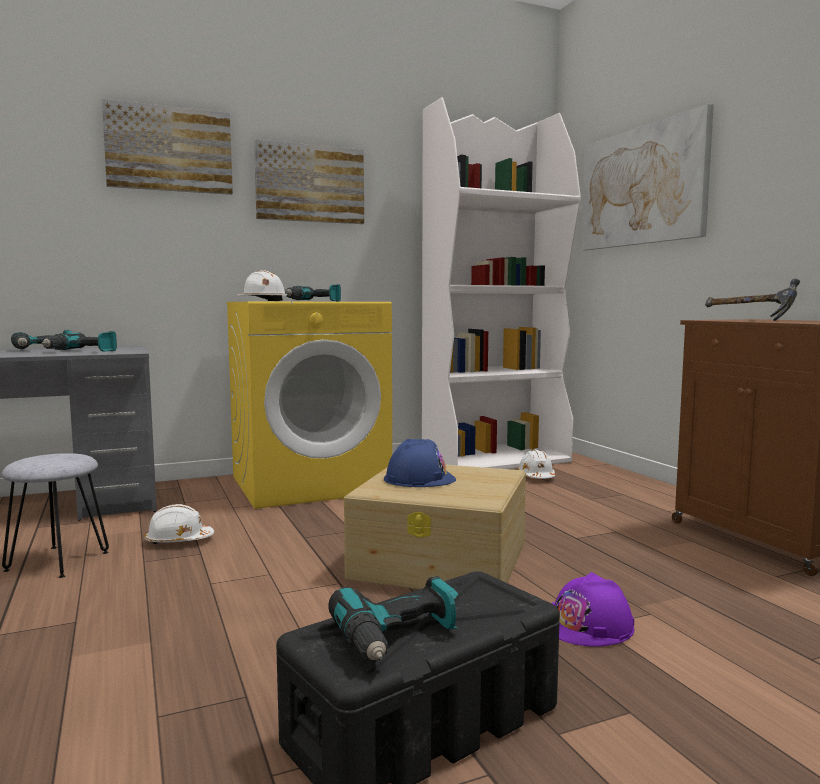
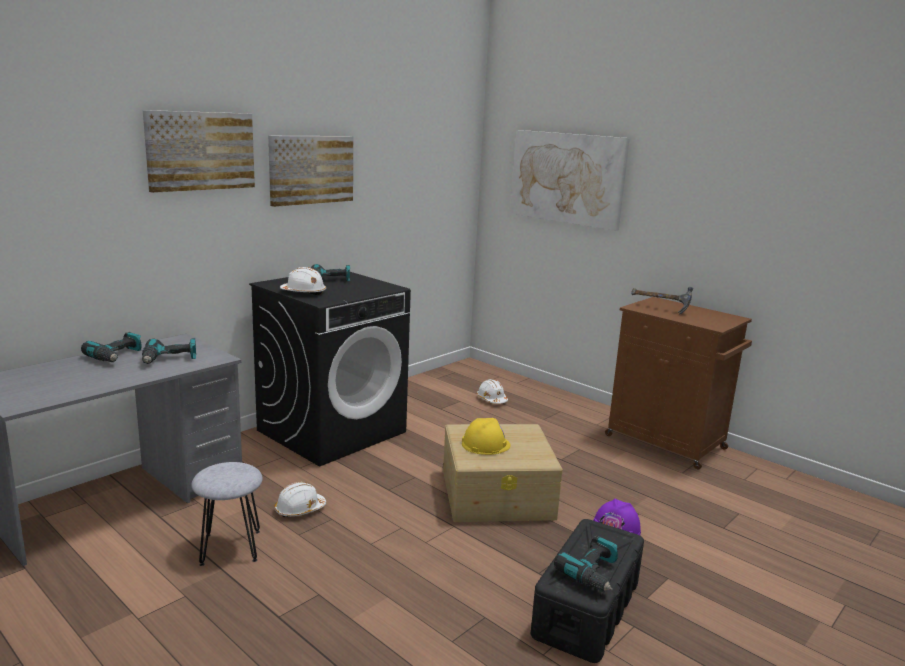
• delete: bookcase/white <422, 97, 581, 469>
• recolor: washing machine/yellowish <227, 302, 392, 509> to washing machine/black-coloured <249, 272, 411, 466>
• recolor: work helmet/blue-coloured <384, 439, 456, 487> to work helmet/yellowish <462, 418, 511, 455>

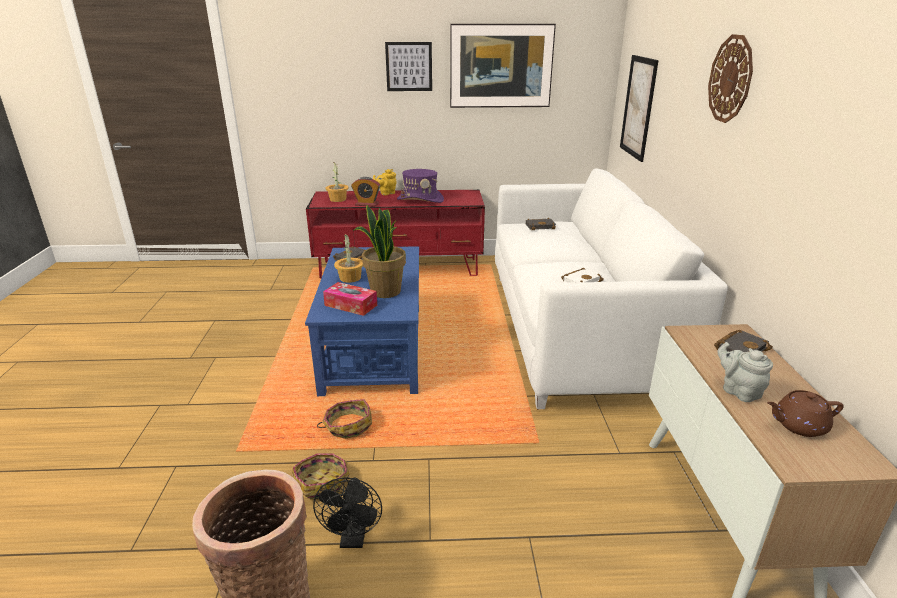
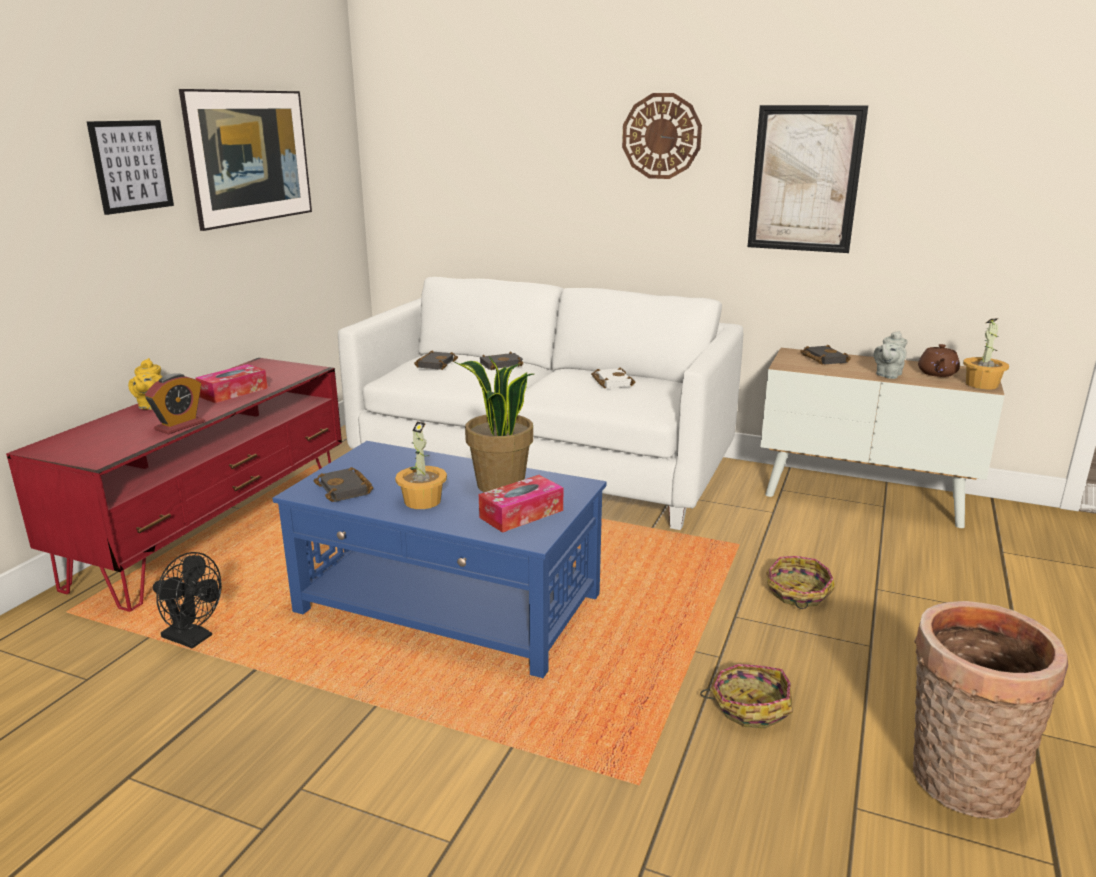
• move: wall picture <620, 55, 659, 162> to <748, 105, 868, 253>
• move: houseplant <326, 162, 349, 202> to <963, 318, 1009, 389>
• replace: wearable hat/purple <397, 169, 444, 203> to box of tissues <195, 364, 268, 403>
• rotate: pot for tea/greyish <717, 342, 773, 402> = <873, 331, 907, 379> 45 degrees counterclockwise
• move: household basket <317, 399, 372, 439> to <766, 556, 835, 609>
• move: fan/black-coloured <313, 477, 382, 548> to <153, 552, 222, 648>
• insert: book/black-coloured <480, 351, 523, 370>

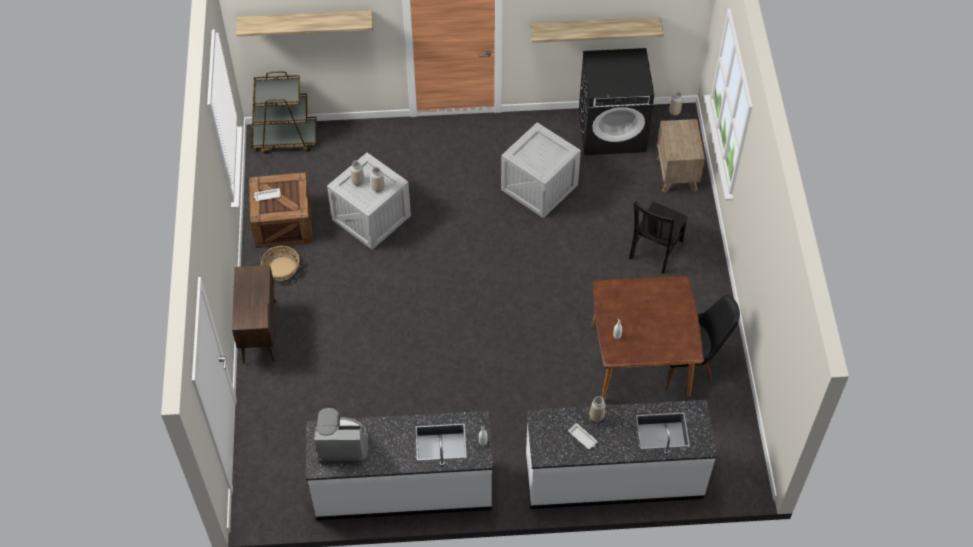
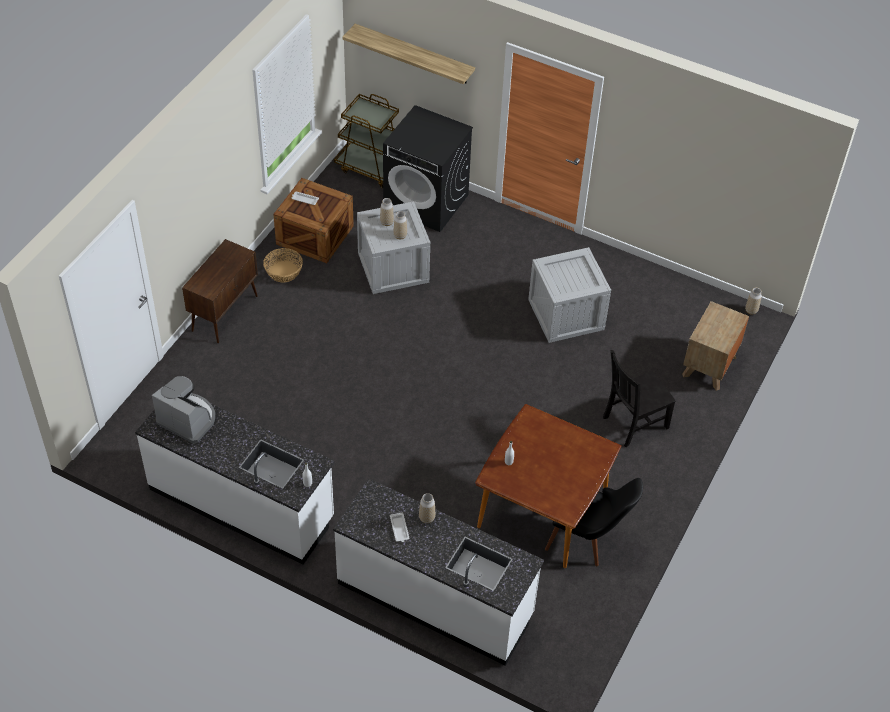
• delete: bracket shelf <530, 17, 664, 43>
• move: washing machine/black-coloured <579, 48, 654, 155> to <383, 105, 473, 232>

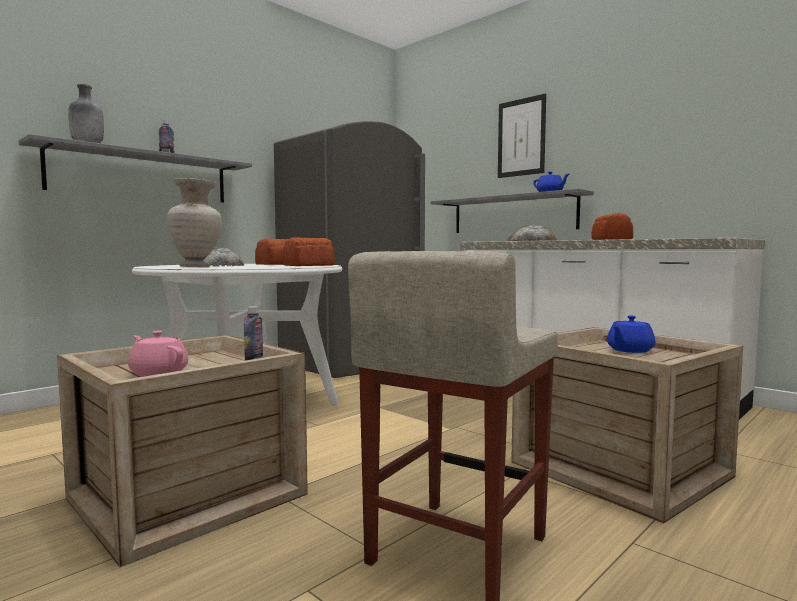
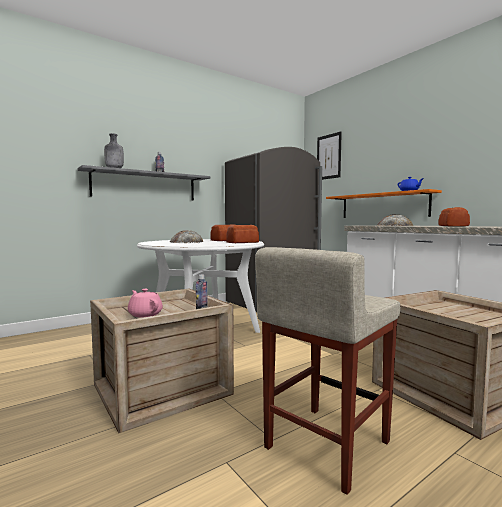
• move: wall picture <498, 93, 546, 178> to <317, 132, 342, 180>
• delete: vase/beige <167, 178, 222, 267>
• recolor: bracket shelf/greyish <430, 189, 594, 233> to bracket shelf/orange <326, 189, 442, 218>
• delete: pot for tea/blue-coloured <607, 316, 655, 353>

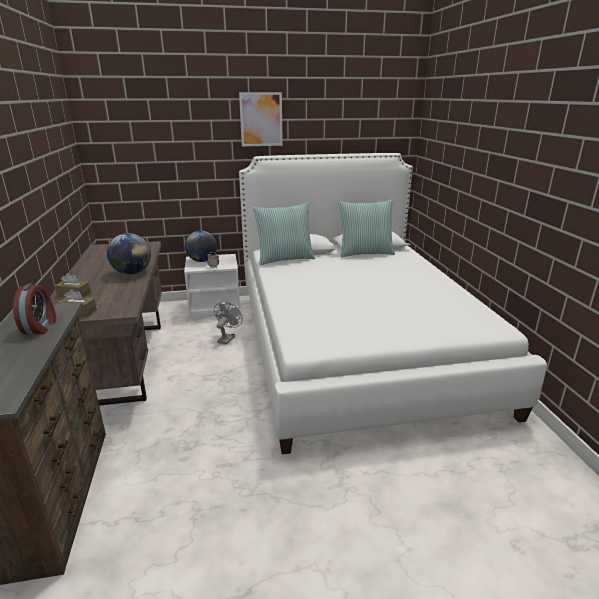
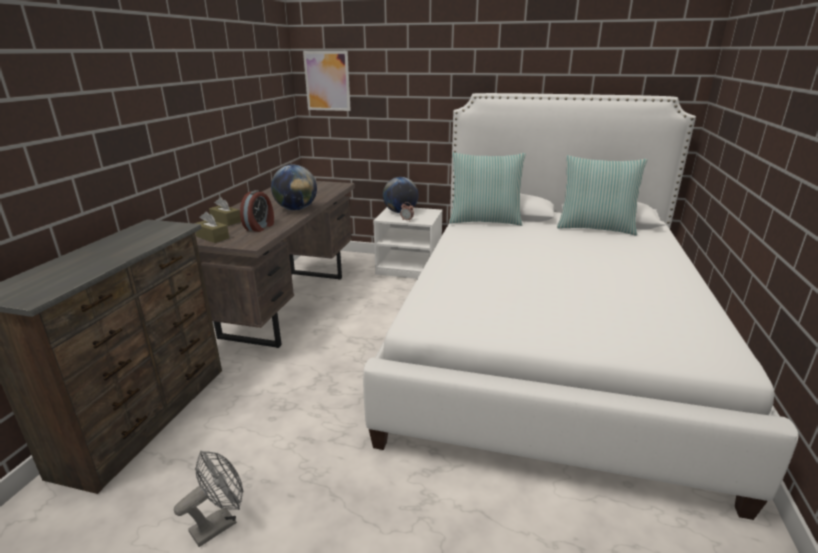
• move: wall picture <239, 92, 283, 146> to <303, 51, 351, 111>
• move: table clock <13, 283, 57, 335> to <240, 190, 274, 232>
• move: fan/greyish <214, 302, 243, 345> to <174, 451, 243, 547>

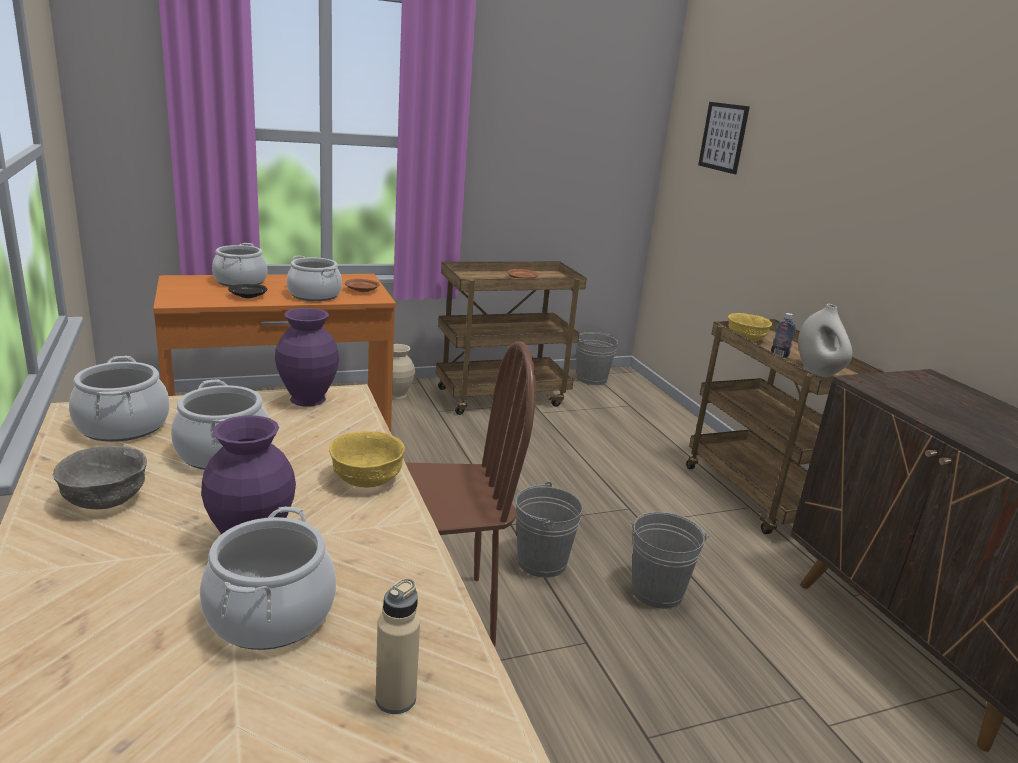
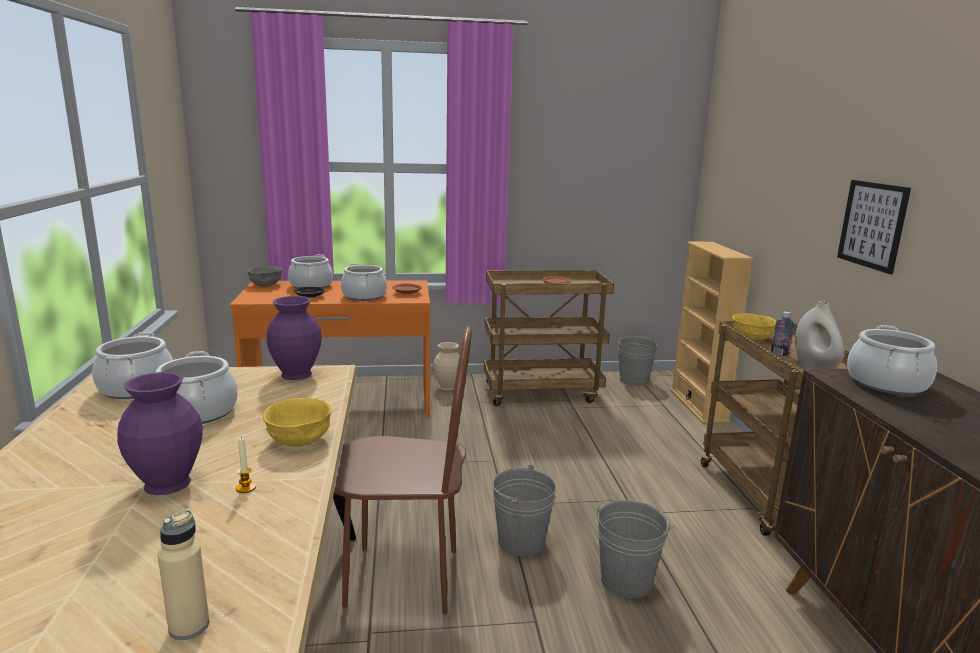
• move: wall picture <698, 102, 750, 174> to <837, 180, 911, 274>
• move: bowl/greyish <53, 446, 147, 509> to <247, 266, 282, 286>
• move: saucepot <200, 507, 336, 650> to <847, 325, 937, 395>
• insert: bookcase/beige <670, 242, 753, 424>
• insert: wax candle <236, 437, 256, 493>

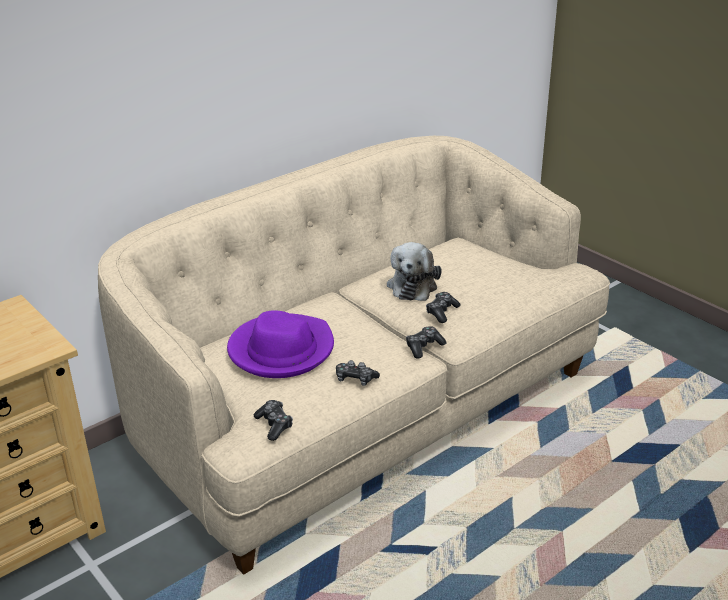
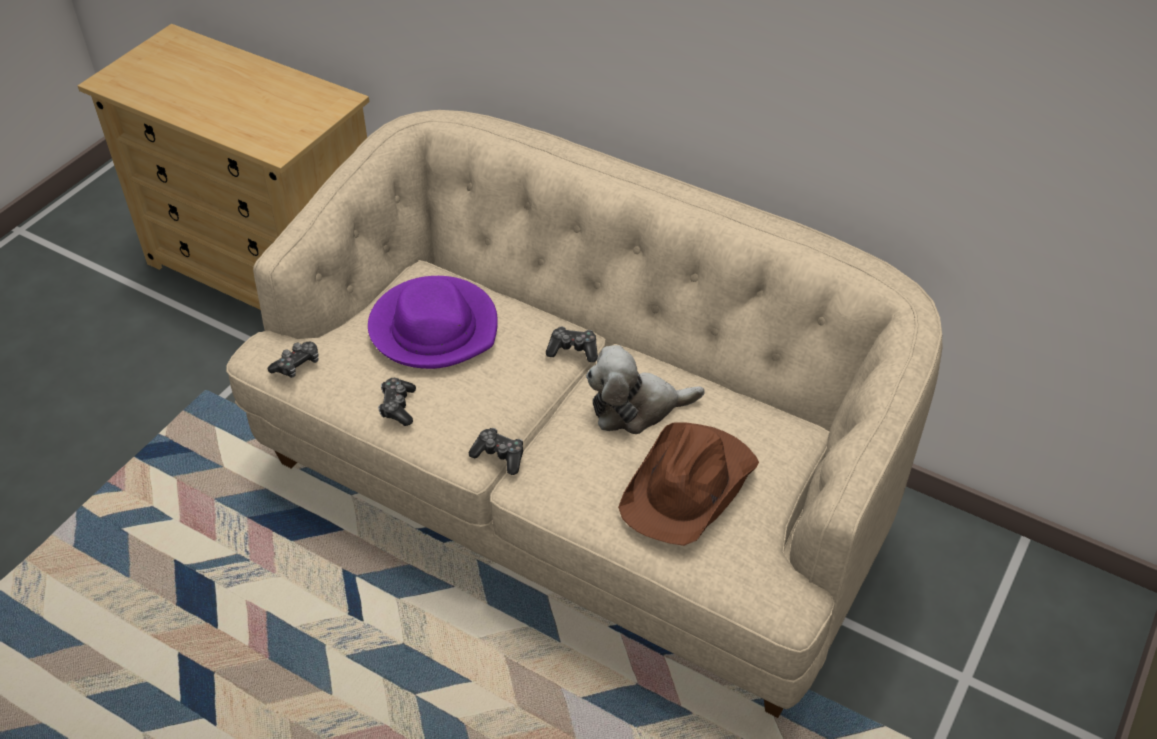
• move: gamepad <426, 292, 461, 323> to <546, 327, 598, 362>
• insert: wearable hat/brownish <618, 422, 759, 546>

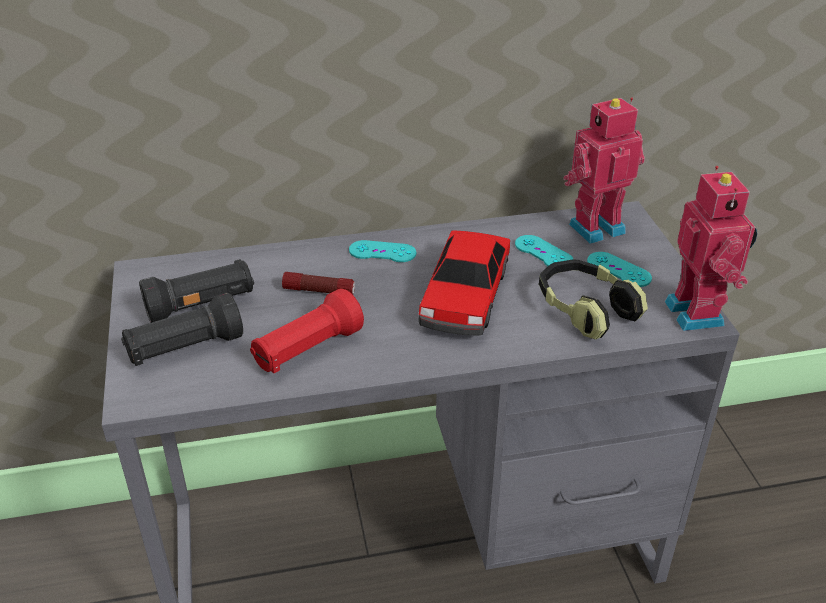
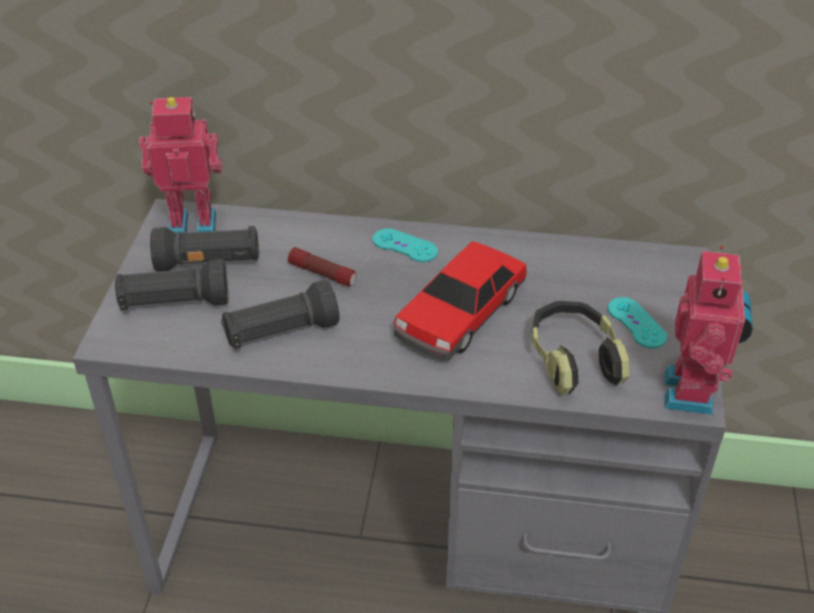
• move: robot figure <563, 97, 645, 244> to <139, 97, 222, 234>
• delete: gamepad/turquoise <515, 235, 573, 266>
• recolor: flashlight/red <250, 289, 364, 373> to flashlight/black-coloured <221, 280, 339, 349>

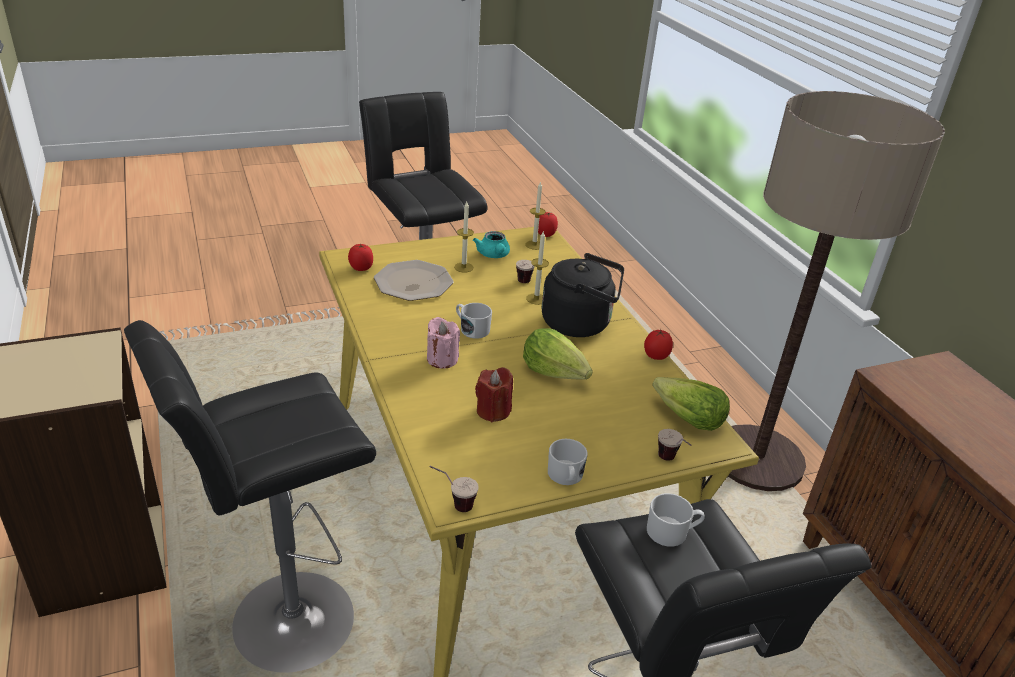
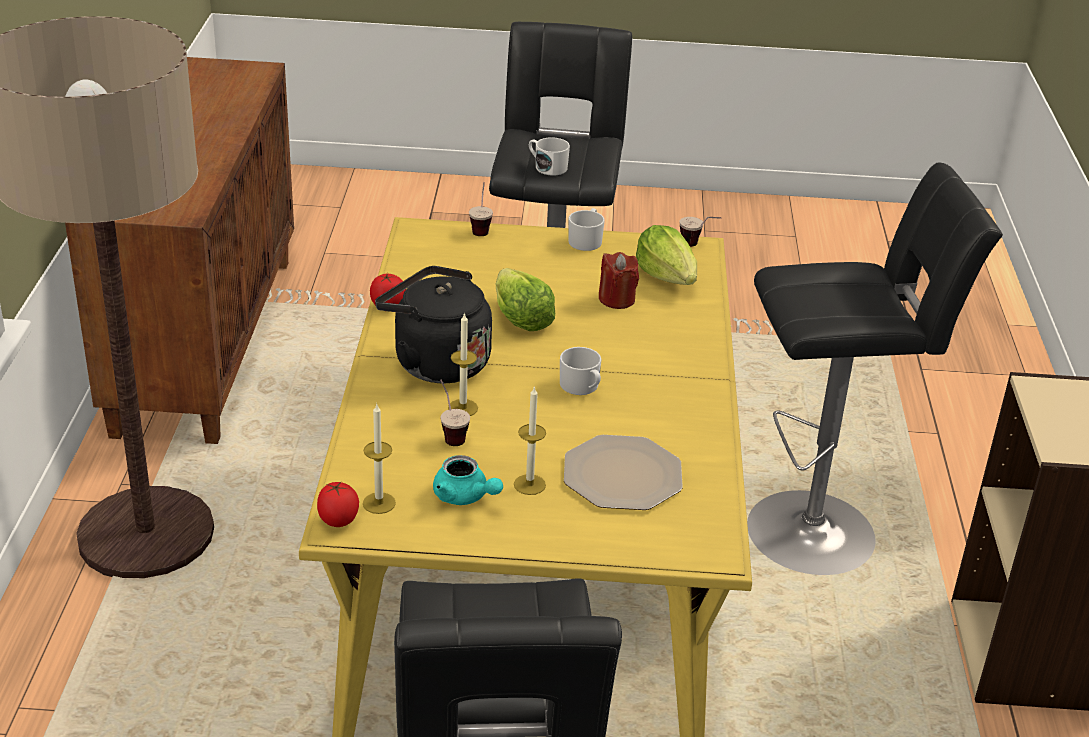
• rotate: pot for tea/turquoise <473, 231, 510, 258> = <433, 455, 503, 505> 120 degrees clockwise
• delete: whole tomato <348, 244, 373, 271>
• delete: wax candle/pinkish <427, 317, 460, 368>
• move: lettuce <652, 377, 730, 431> to <636, 225, 697, 285>

